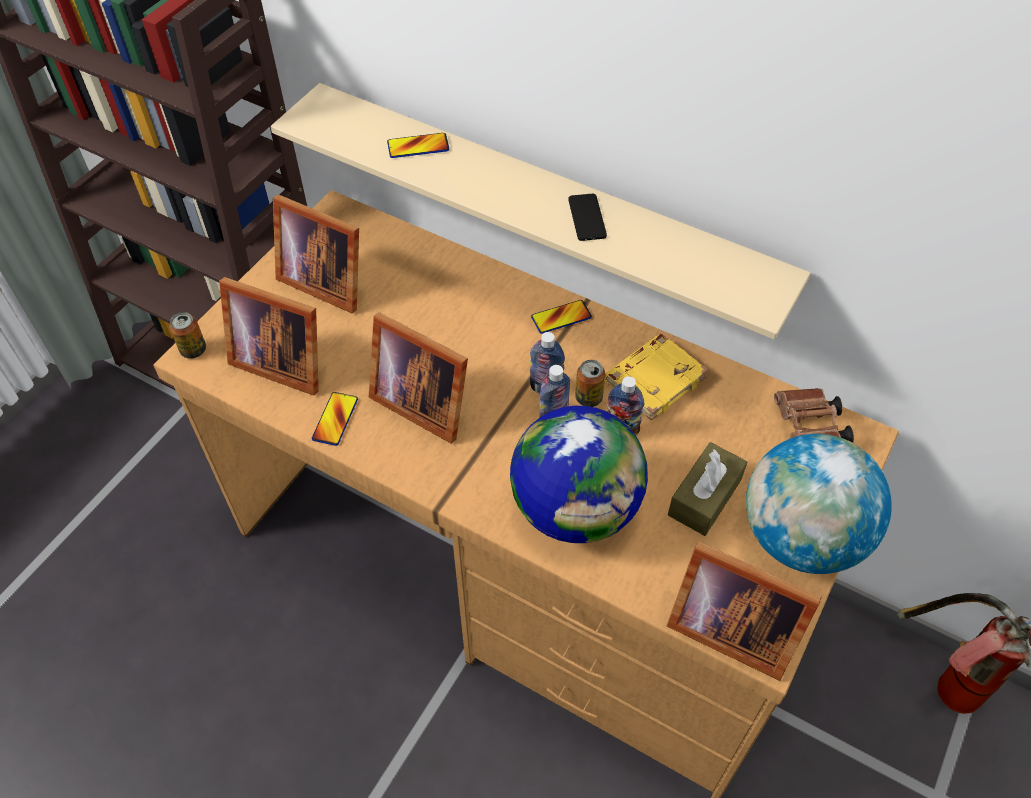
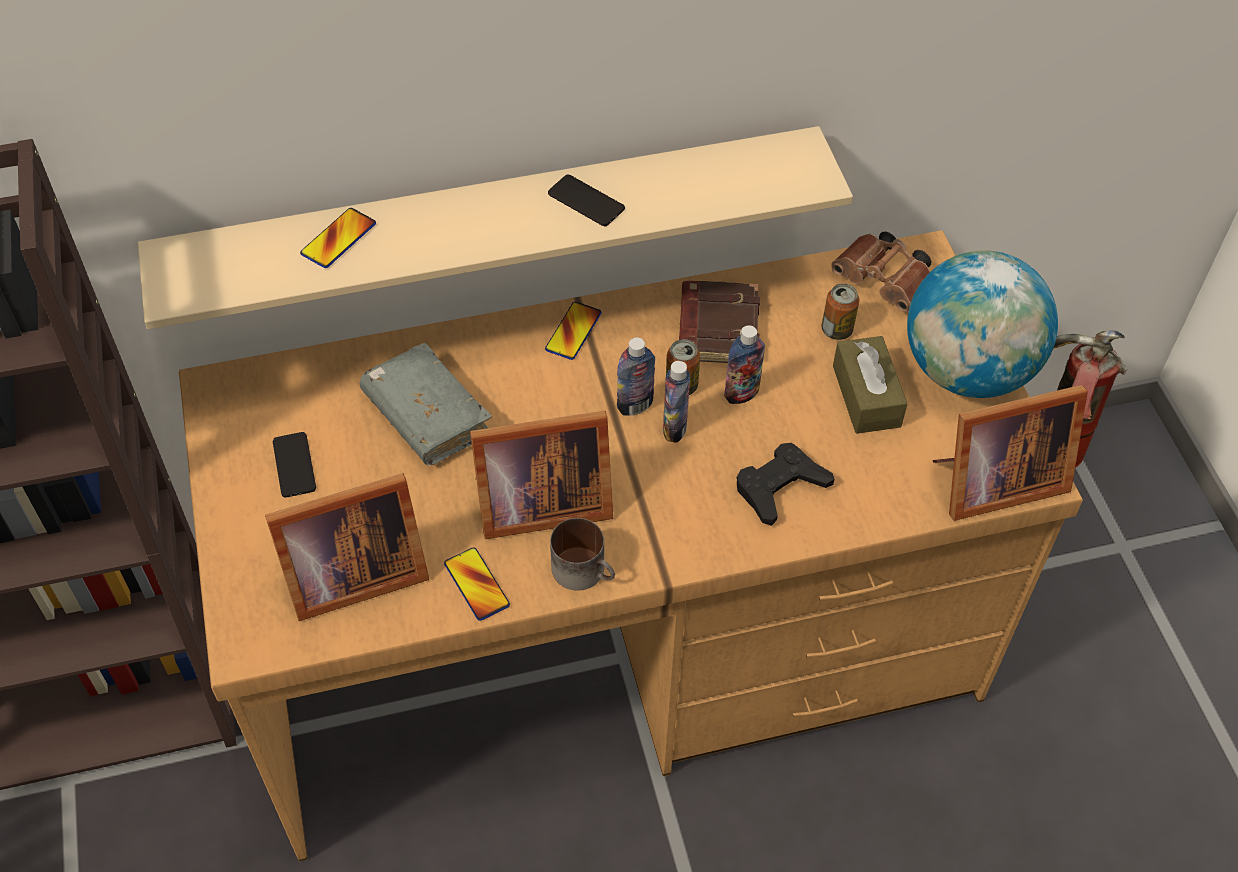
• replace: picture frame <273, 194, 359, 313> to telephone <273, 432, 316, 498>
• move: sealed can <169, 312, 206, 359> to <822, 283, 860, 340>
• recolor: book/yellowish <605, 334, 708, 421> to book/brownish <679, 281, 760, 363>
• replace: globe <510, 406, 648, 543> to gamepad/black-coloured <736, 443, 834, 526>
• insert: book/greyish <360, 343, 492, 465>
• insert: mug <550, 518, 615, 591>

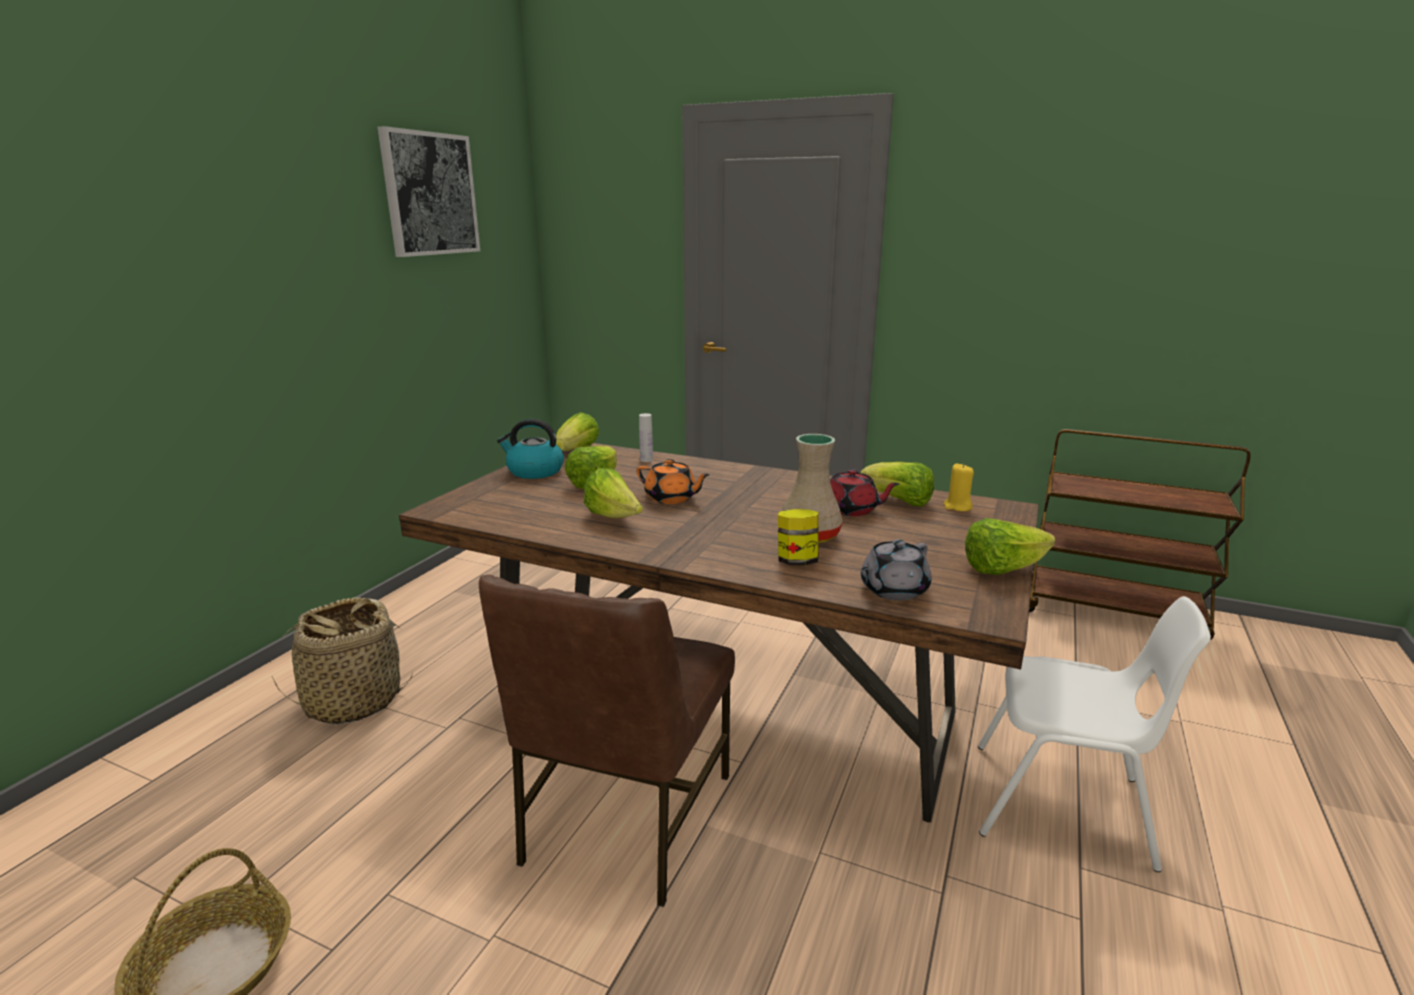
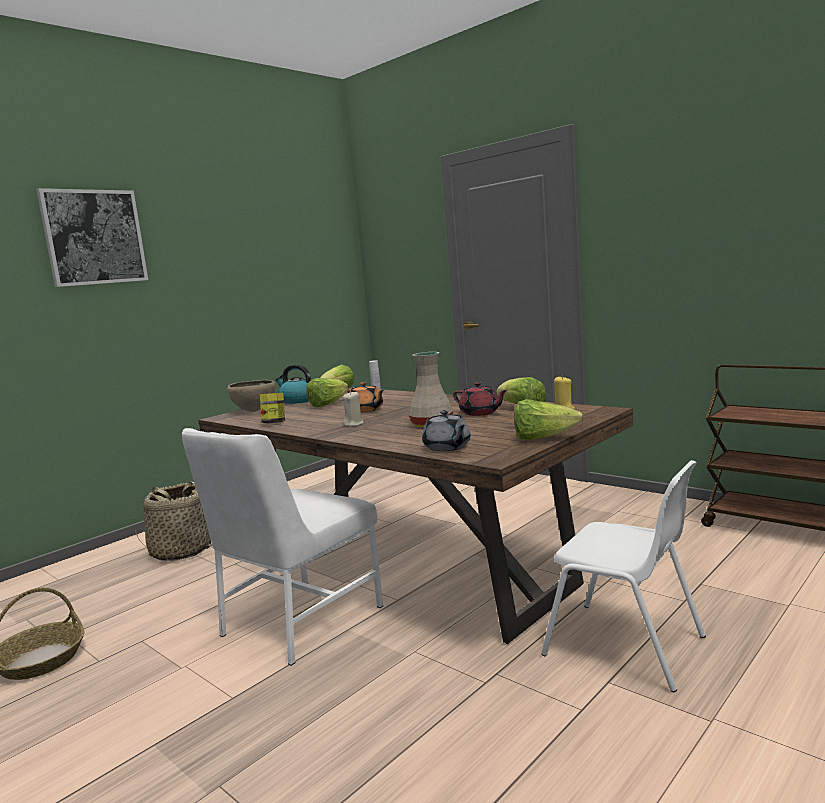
• move: wall picture <378, 126, 480, 257> to <36, 188, 148, 287>
• delete: lettuce <584, 468, 643, 518>
• move: preserve jar <778, 509, 819, 566> to <260, 393, 285, 423>
• rotate: pot for tea/greyish <861, 539, 931, 601> = <422, 410, 471, 451> 90 degrees counterclockwise
• recolor: chair/brownish <479, 575, 735, 907> to chair/white <182, 428, 383, 666>
• insert: bowl/brownish <227, 380, 275, 412>
• insert: wax candle/beige <343, 391, 363, 427>

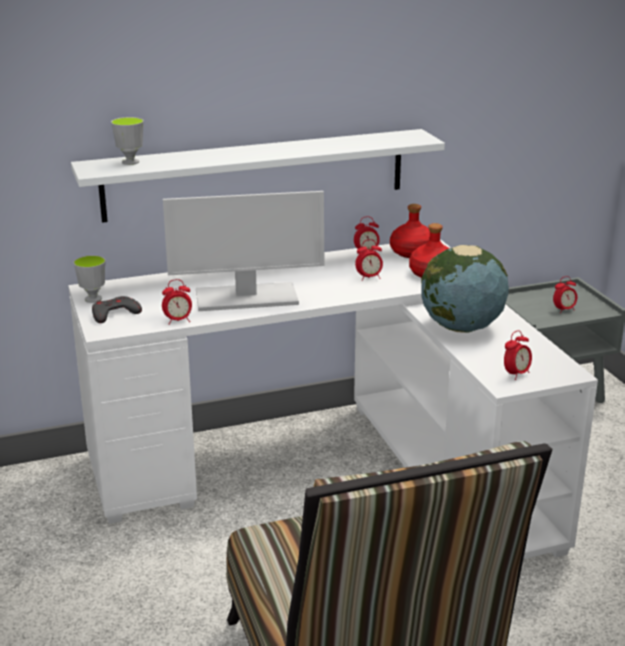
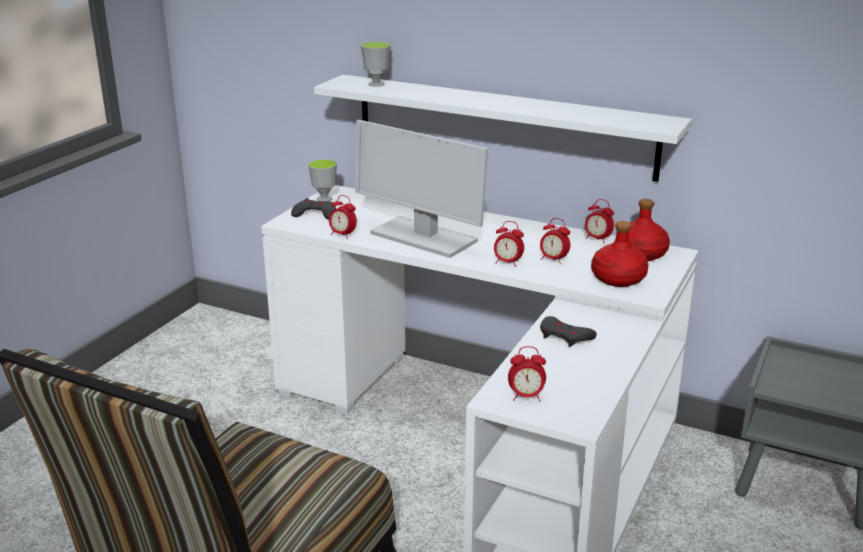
• replace: globe <421, 245, 509, 333> to gamepad/greyish <540, 316, 597, 347>
• move: table clock <553, 276, 577, 313> to <494, 221, 524, 267>

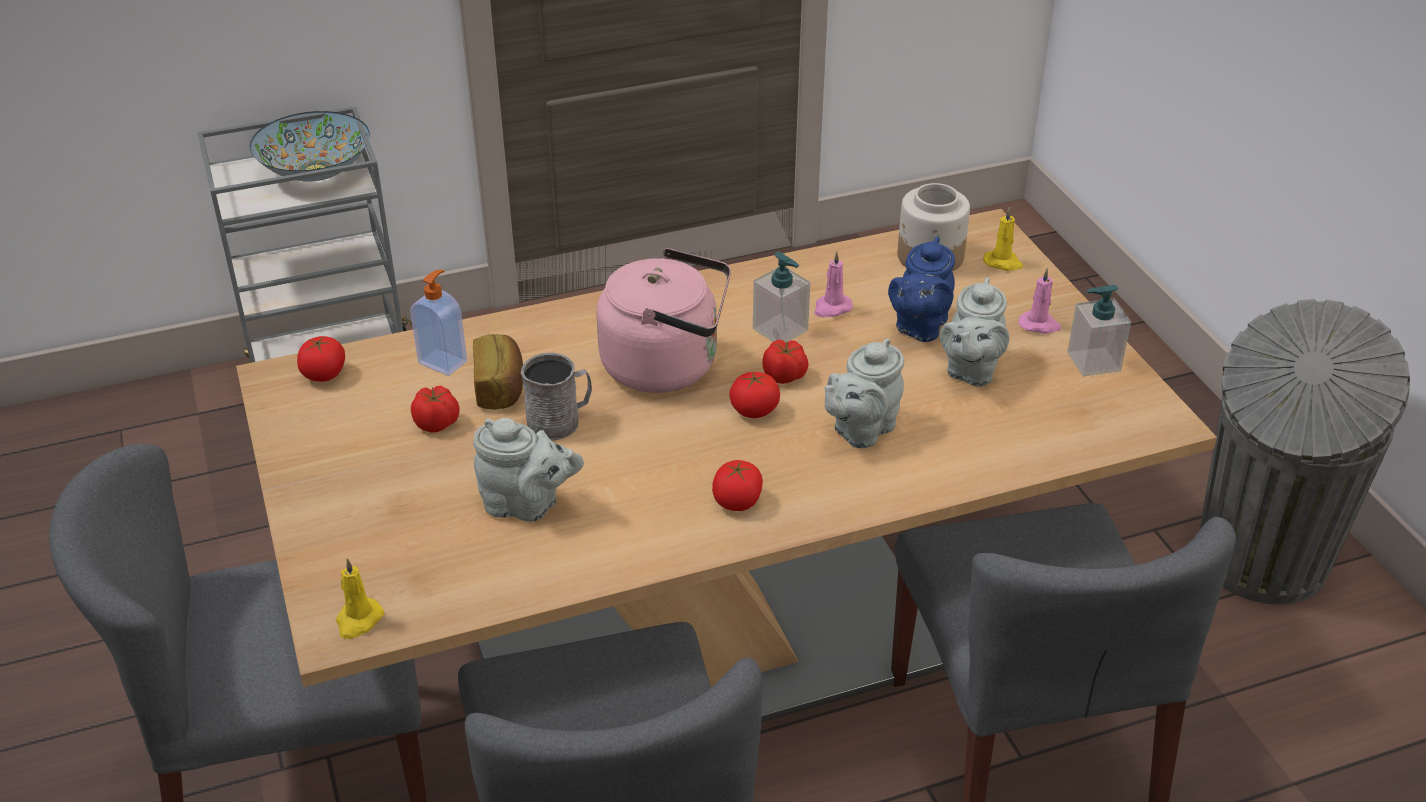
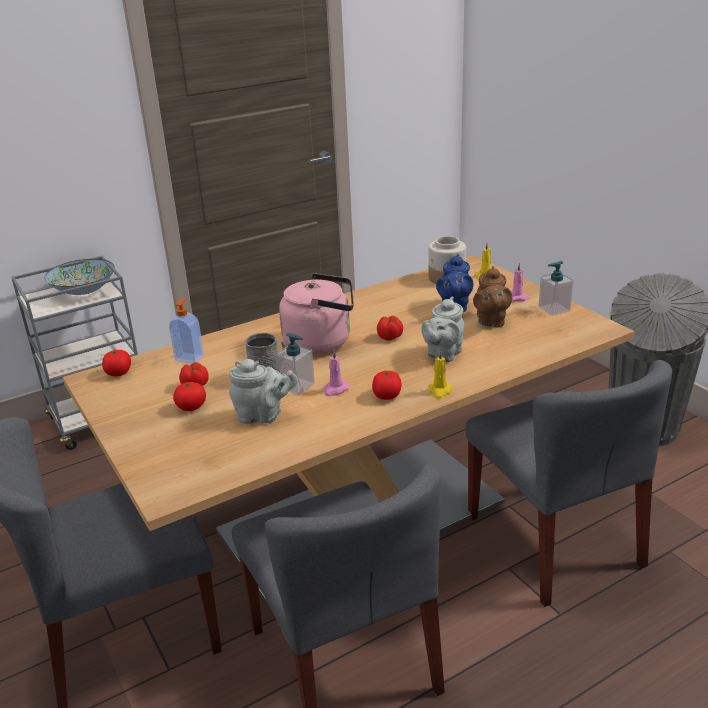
• move: wax candle/pinkish <814, 251, 853, 317> to <324, 350, 349, 396>
• move: soap bottle <753, 252, 810, 343> to <275, 333, 315, 395>
• recolor: pot for tea/greyish <940, 277, 1009, 387> to pot for tea/brownish <473, 266, 512, 327>
• delete: bakery bread <473, 334, 523, 410>
• move: whole tomato <729, 372, 780, 418> to <173, 382, 206, 411>
• move: wax candle/yellowish <336, 558, 384, 639> to <429, 350, 452, 399>

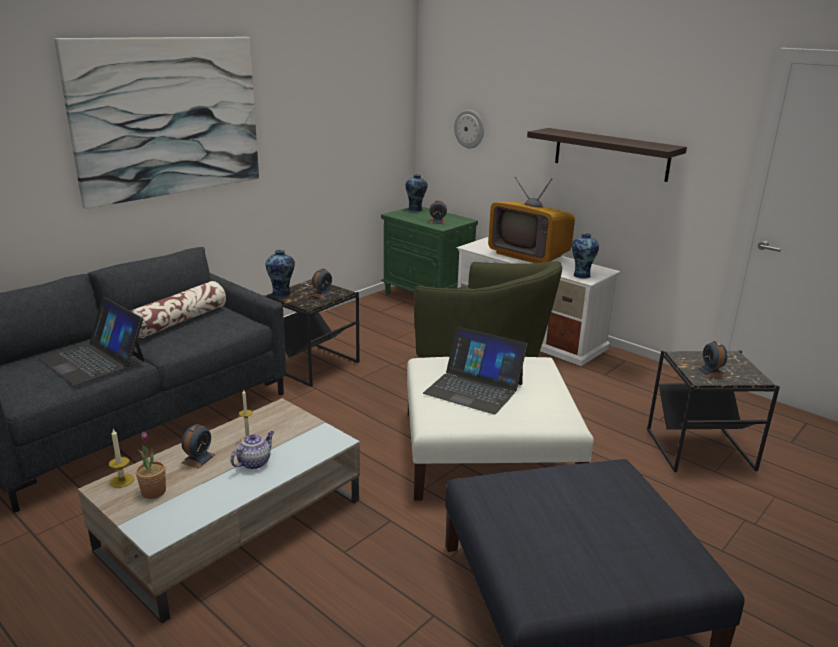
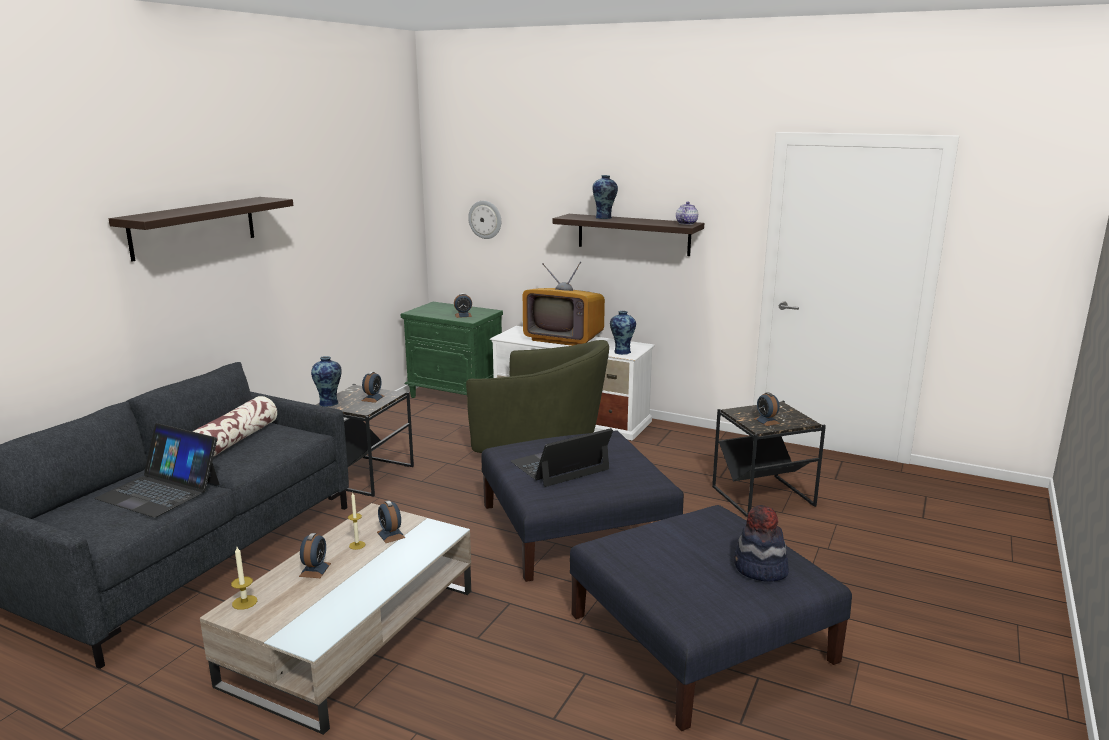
• replace: wall picture <54, 37, 259, 209> to bracket shelf <109, 197, 293, 262>
• move: vase <406, 174, 428, 211> to <592, 175, 618, 219>
• rotate: laptop <423, 327, 528, 415> = <511, 428, 613, 487> 135 degrees clockwise
• recolor: pouffe/white <407, 357, 594, 501> to pouffe/blue-coloured <481, 430, 684, 582>
• move: pot for tea <231, 431, 274, 469> to <676, 202, 698, 225>
• delete: houseplant <136, 432, 166, 499>
• insert: table clock <377, 500, 405, 543>
• insert: wearable hat <734, 505, 789, 582>

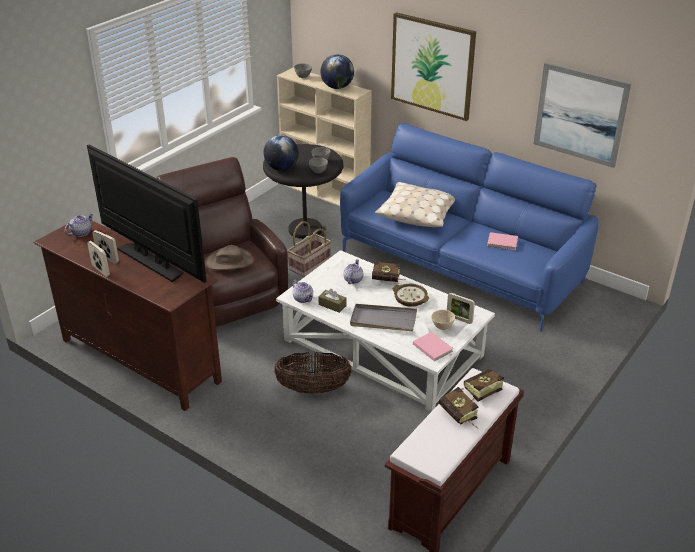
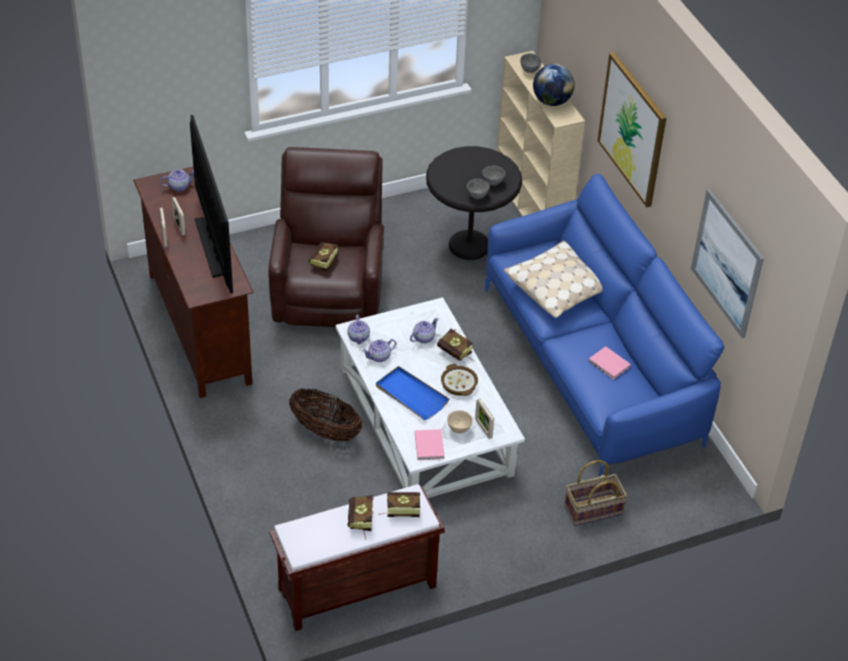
• delete: globe <264, 135, 299, 171>
• move: household basket <287, 221, 331, 277> to <564, 460, 627, 526>
• replace: wearable hat/brownish <205, 245, 254, 270> to book <309, 242, 338, 277>
• replace: box of tissues/brownish <318, 289, 346, 313> to pot for tea <362, 339, 396, 362>
• recolor: serving tray/greyish <350, 304, 417, 331> to serving tray/blue-coloured <376, 366, 450, 420>

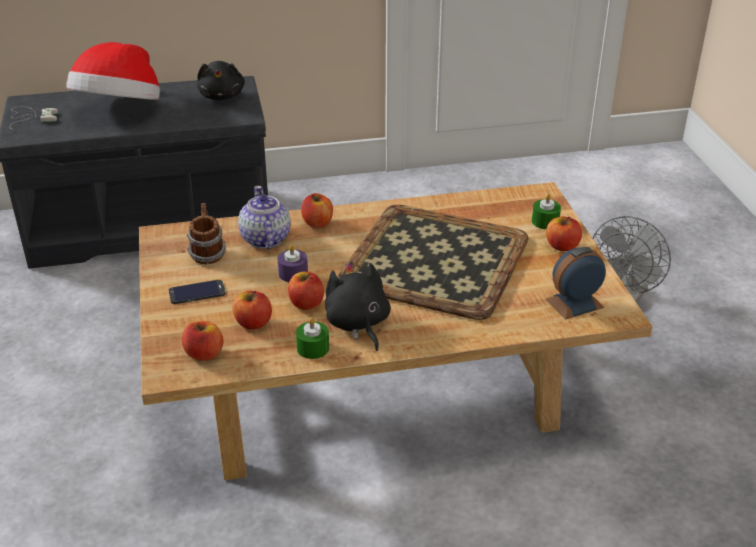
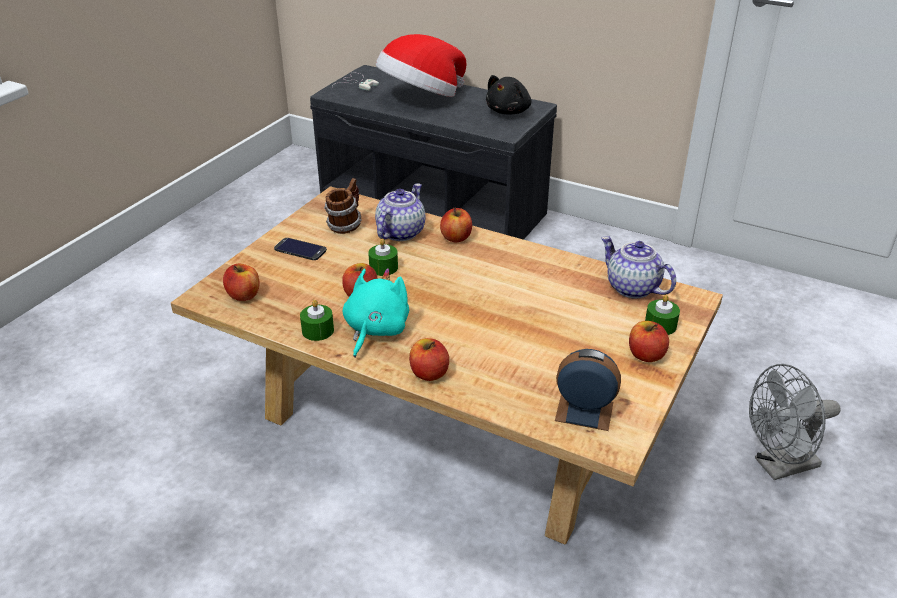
• delete: serving tray <337, 204, 528, 320>
• recolor: wax candle/purple <278, 244, 308, 282> to wax candle/greenish <368, 238, 398, 276>
• recolor: cuddly toy/black-coloured <325, 262, 391, 351> to cuddly toy/turquoise <343, 268, 409, 358>
• move: apple <233, 291, 272, 329> to <409, 338, 449, 381>
• insert: pot for tea <601, 236, 676, 299>

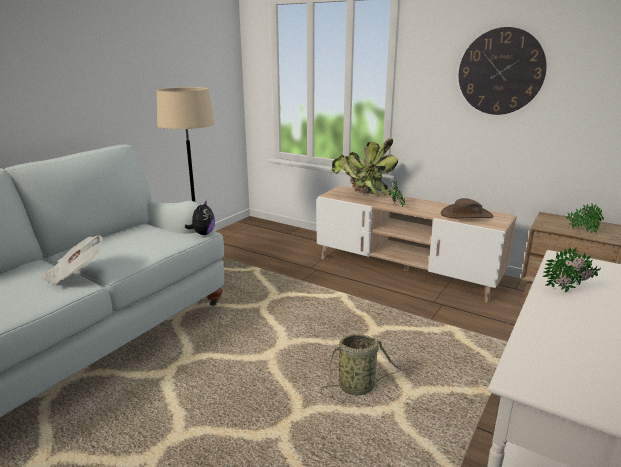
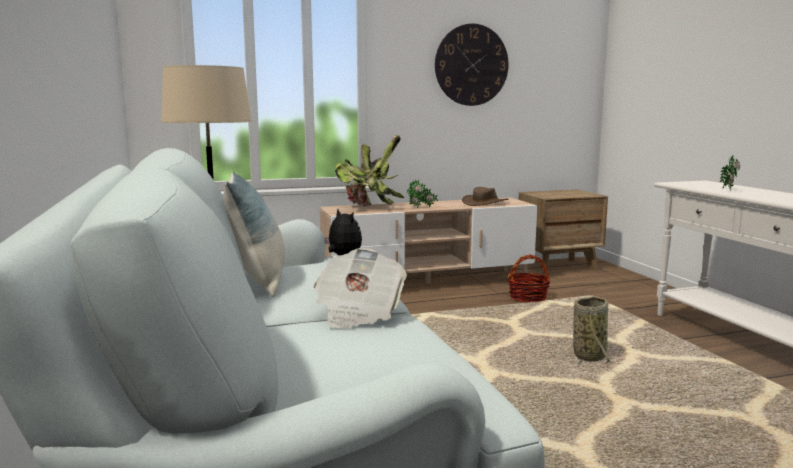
• delete: houseplant <566, 204, 604, 233>
• insert: throw pillow <224, 171, 285, 297>
• insert: household basket <508, 254, 550, 302>

